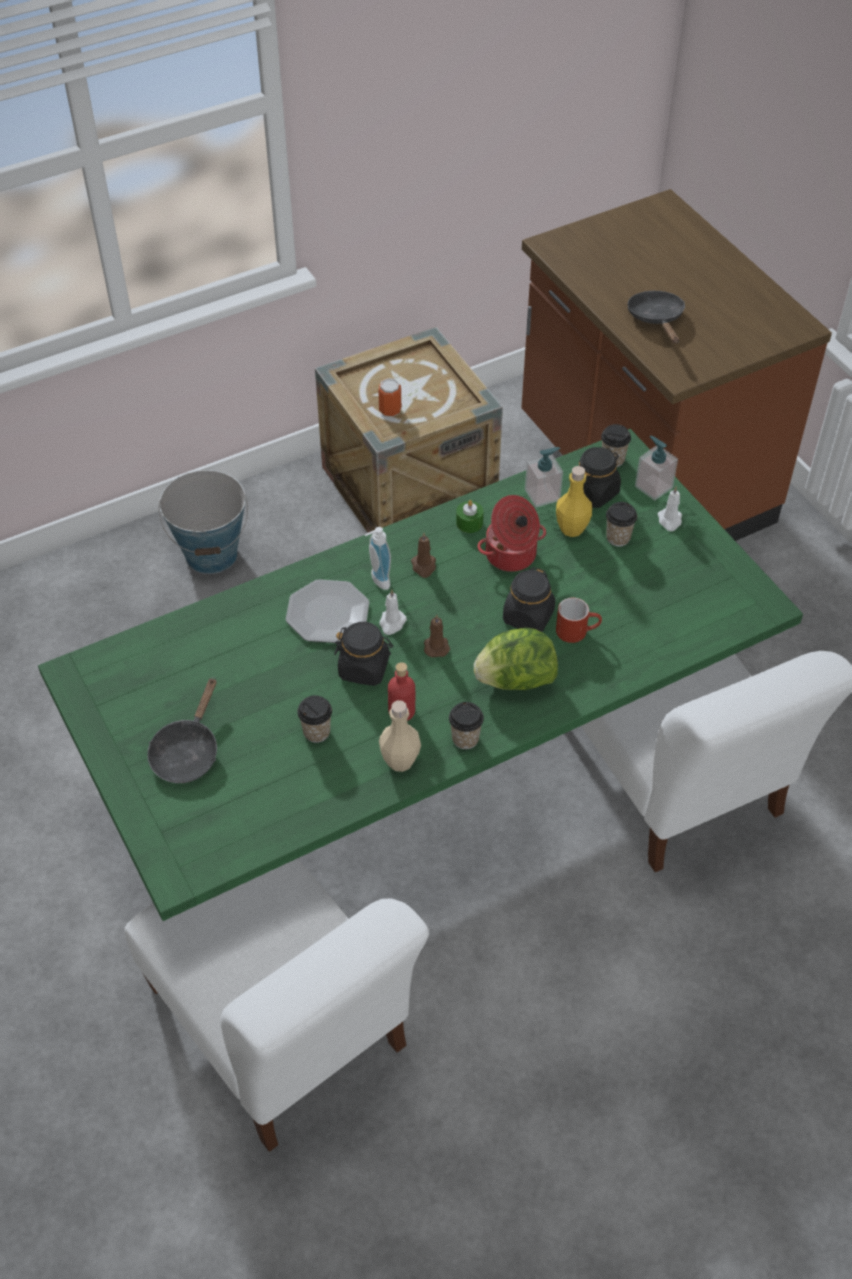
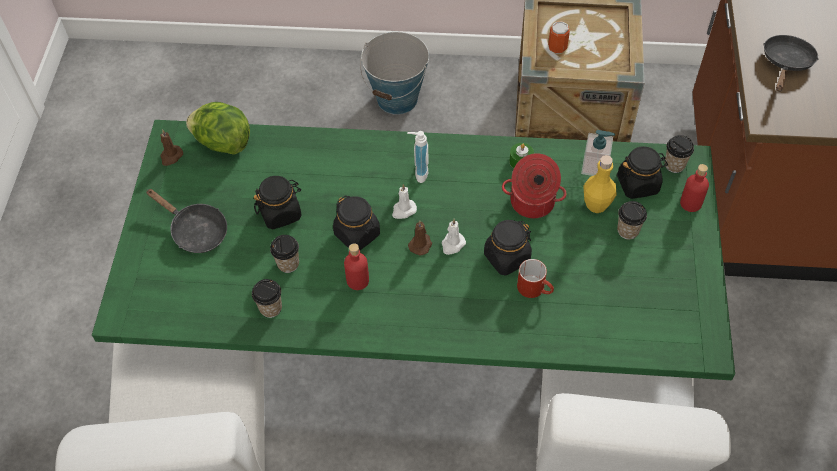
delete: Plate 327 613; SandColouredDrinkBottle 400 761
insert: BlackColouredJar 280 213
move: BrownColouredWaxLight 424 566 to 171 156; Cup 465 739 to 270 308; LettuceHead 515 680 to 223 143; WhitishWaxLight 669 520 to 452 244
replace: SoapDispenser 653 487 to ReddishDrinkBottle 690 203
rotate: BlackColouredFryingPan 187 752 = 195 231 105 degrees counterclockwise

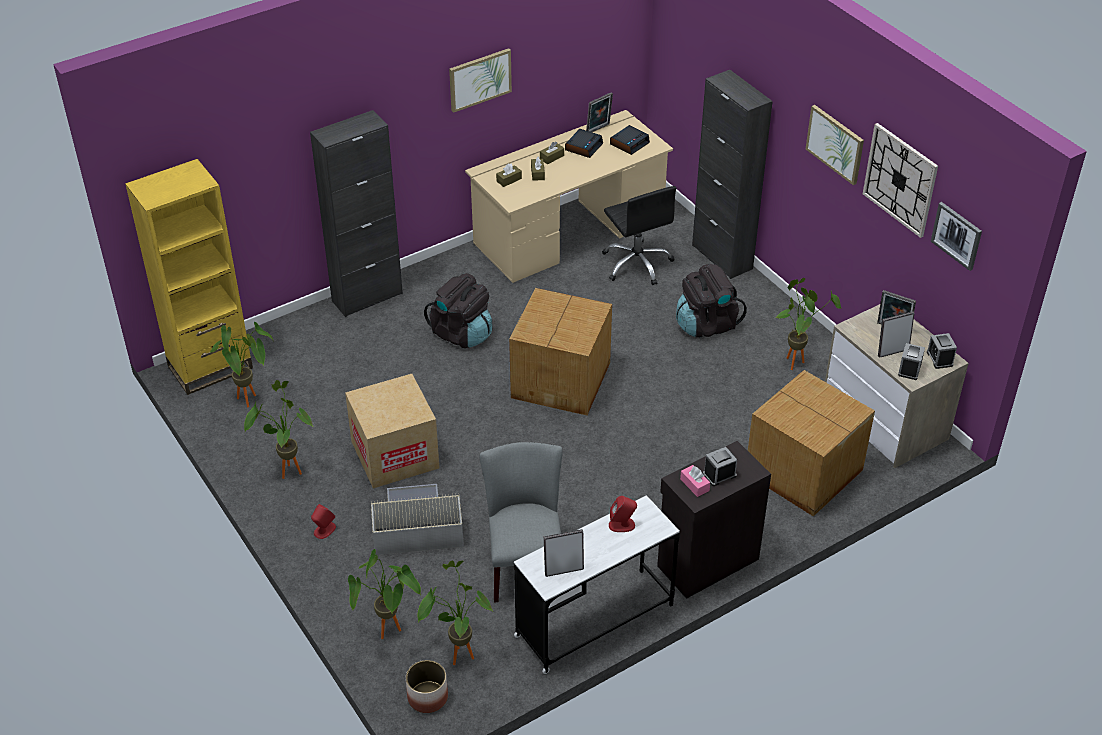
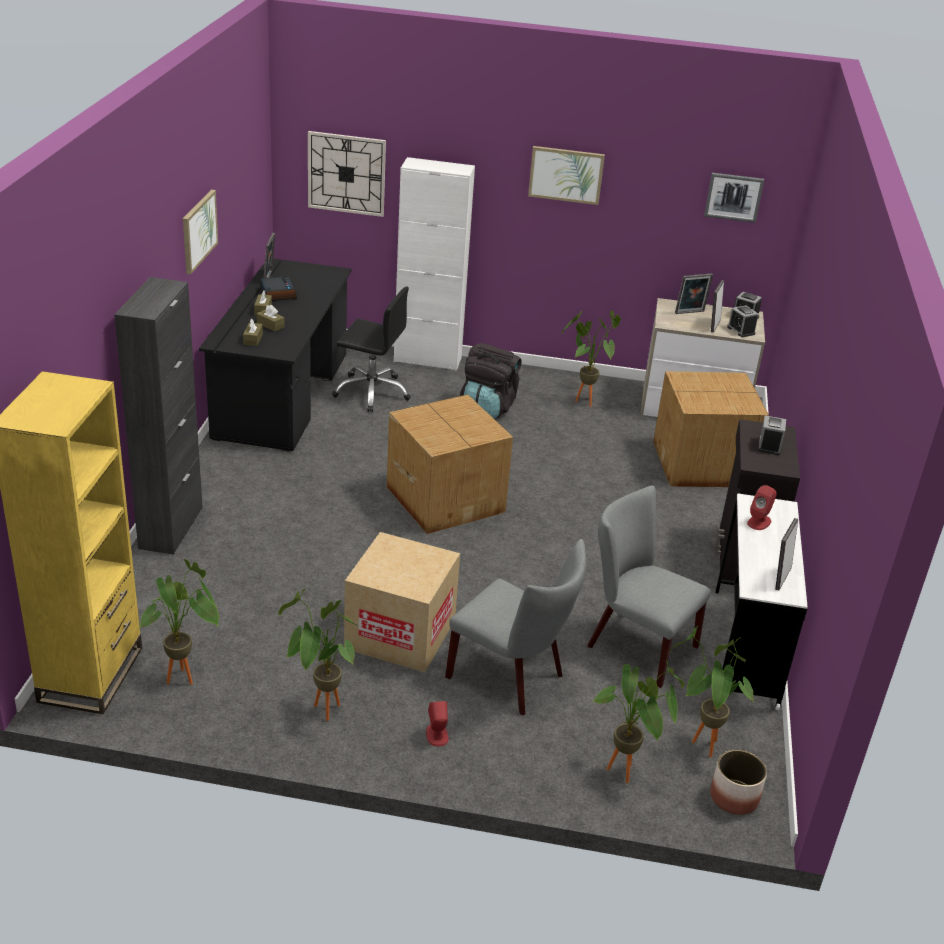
delete: BlackColouredBackpack 462 333; TableClock 629 143; PinkColouredBoxOfTissues 694 485
move: ClockOnTheWall 900 179 to 346 173
replace: GreyishStorageBox 415 529 to GreyishUprightChair 512 678
recolor: SandColouredDeskUnit 568 232 to BlackColouredDeskUnit 281 395; BlackColouredStorageCabinet 722 257 to WhitishStorageCabinet 427 359

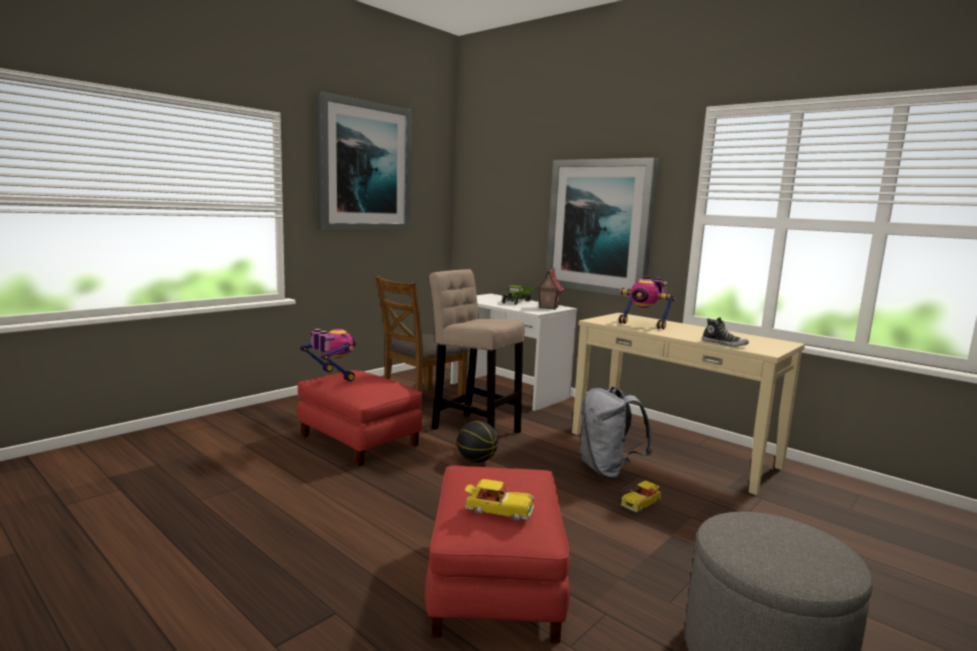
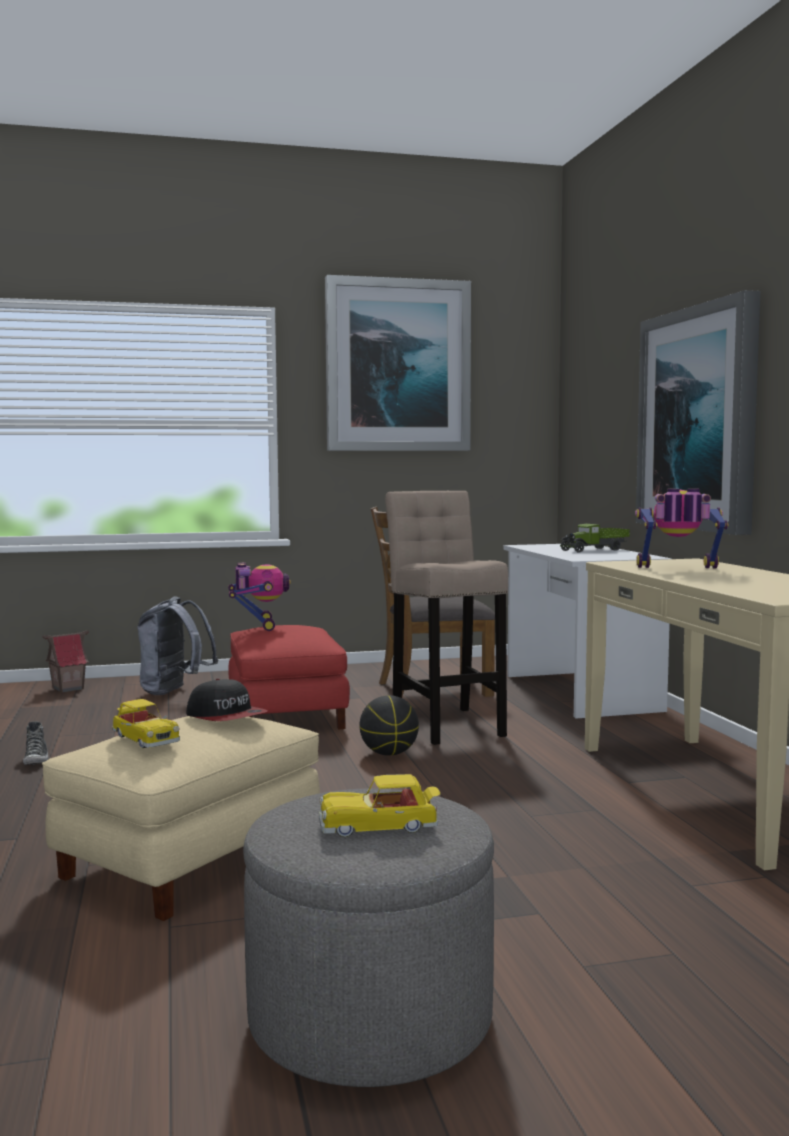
insert: BaseballCap 226 716
move: ToyHouse 548 307 to 68 688; GreyishBackpack 608 471 to 174 692; MiniatureCar 641 503 to 380 826; ItemOfFootwear 724 344 to 36 760
recolor: ReddishFootrest 494 585 to SandColouredFootrest 190 859
rotate: ModelRobot 644 325 = 678 569 120 degrees clockwise

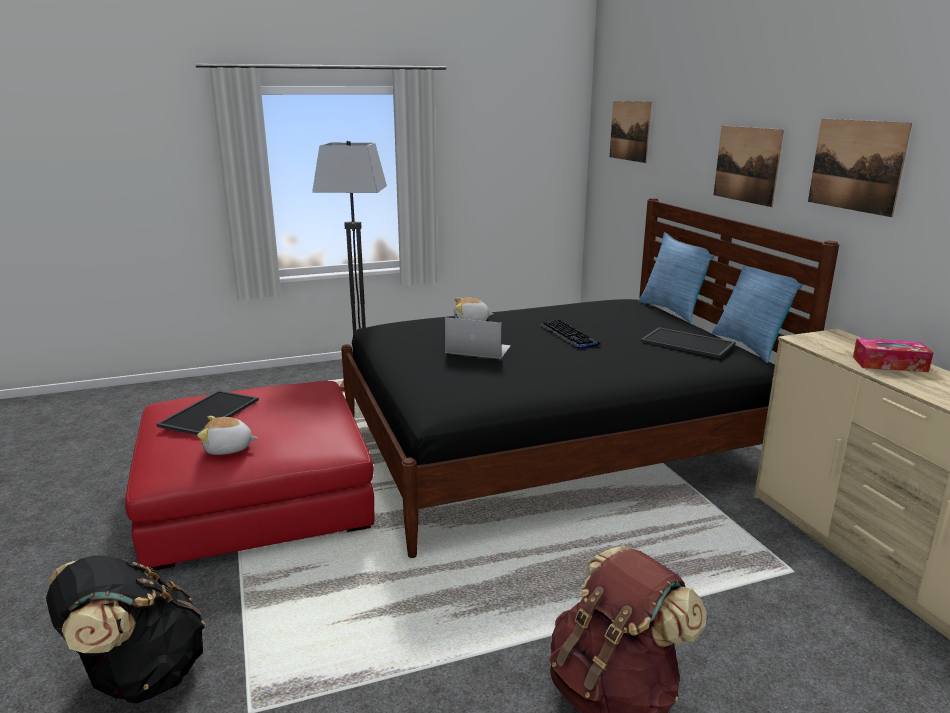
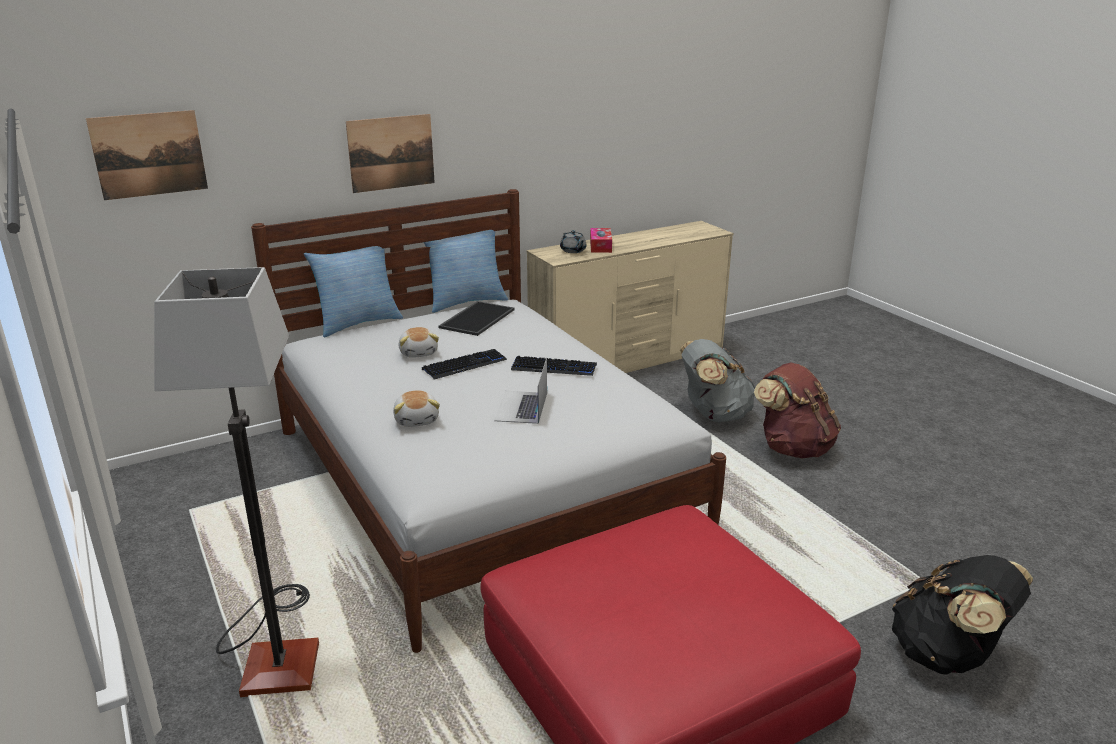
delete: Tray 210 413; Picture 856 165
insert: PcKeyboard 554 368; GreyishPotForTea 573 251; GreyishBackpack 714 414
move: SoftToy 228 449 to 419 352
recolor: BlackColouredBedroomBed 551 445 to WhitishBedroomBed 479 481

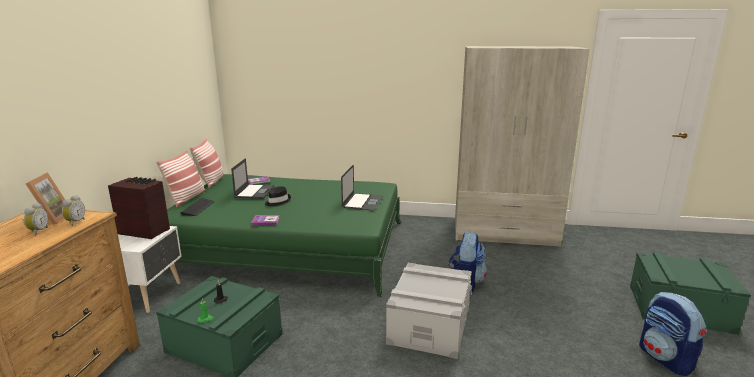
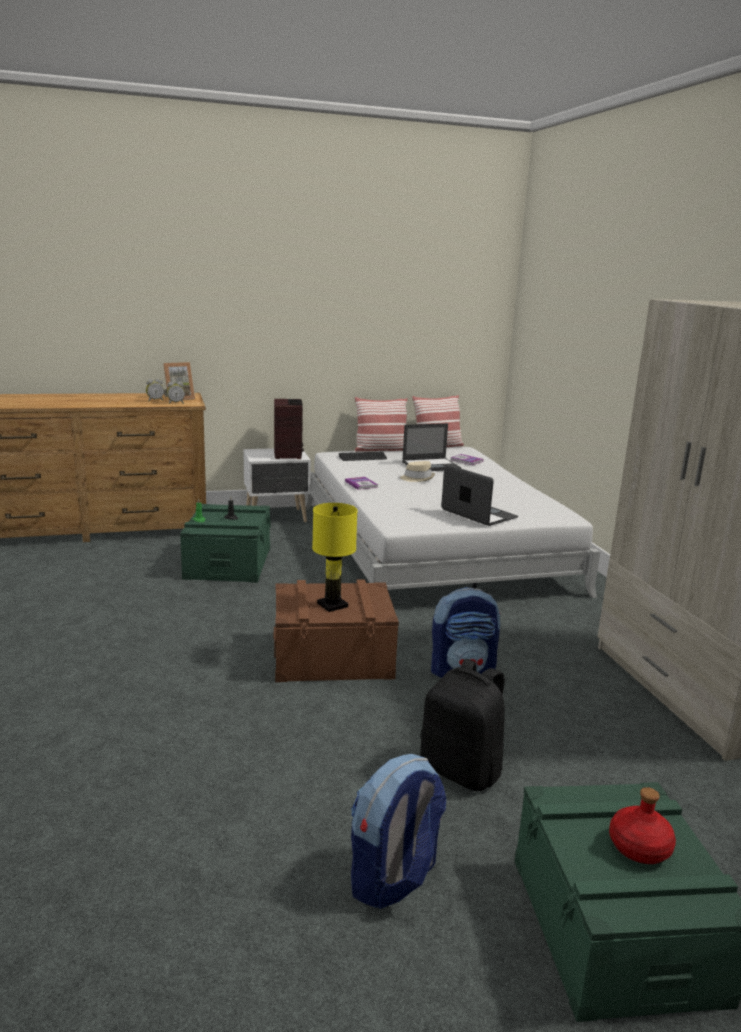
insert: YellowColouredTabletopLamp 332 605; BlackColouredBackpack 462 770; ReddishDrinkBottle 638 847
recolor: GreenBedroomBed 289 246 to WhitishBedroomBed 431 547; BlackColouredClothingHat 277 201 to SandColouredClothingHat 417 478; GreyishStorageBox 429 325 to BrownColouredStorageBox 332 656
rotate: PortableComputer 362 202 = 479 514 120 degrees counterclockwise

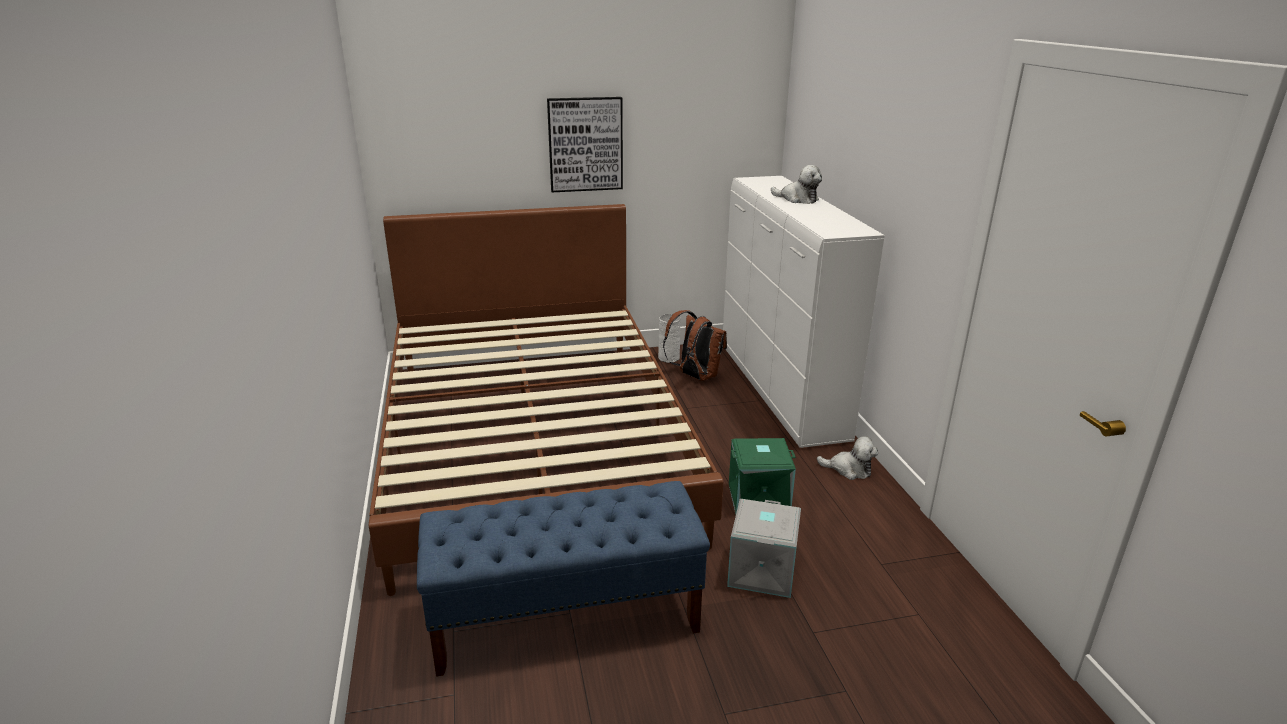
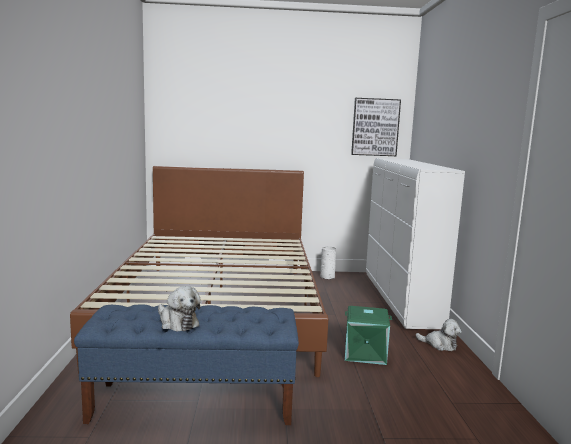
delete: BrownColouredBackpack 695 376; GreyishStorageBox 760 570
move: Picture 585 144 to 375 127; SoftToy 797 199 to 177 322

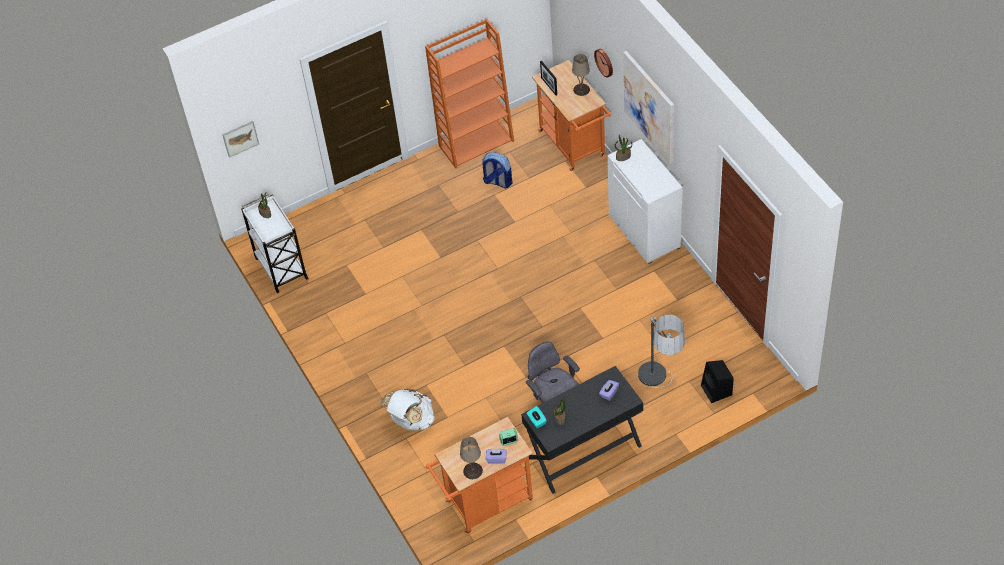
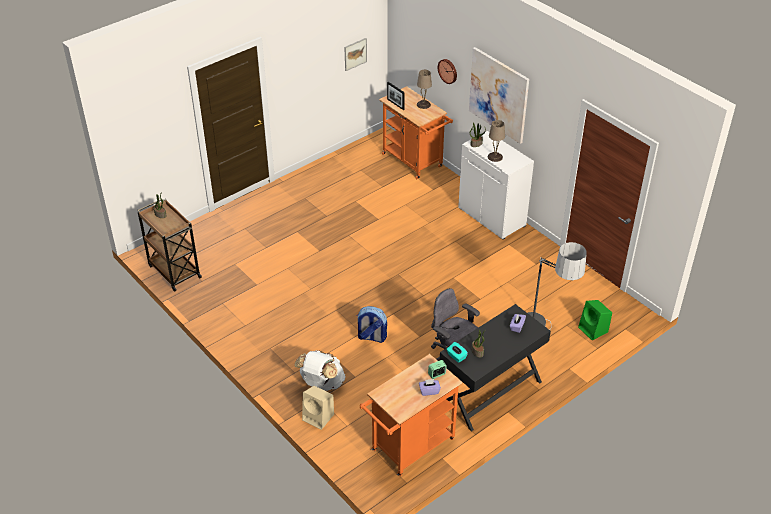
delete: OrangeBookcase 476 142
insert: SandColouredLoudspeaker 319 417
move: Picture 240 138 to 355 54; SandColouredTabletopLamp 473 470 to 495 157; Backpack 497 182 to 371 337
recolor: WhitishWheeledCart 280 267 to BrownColouredWheeledCart 174 271; BlackColouredLoudspeaker 717 390 to GreenLoudspeaker 593 330

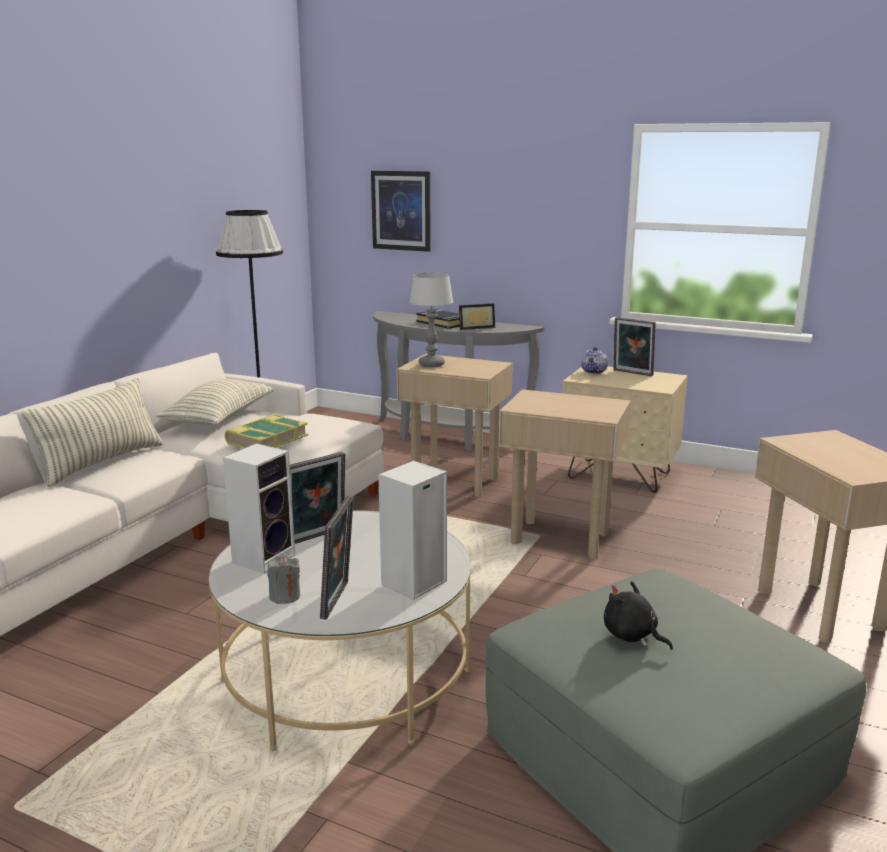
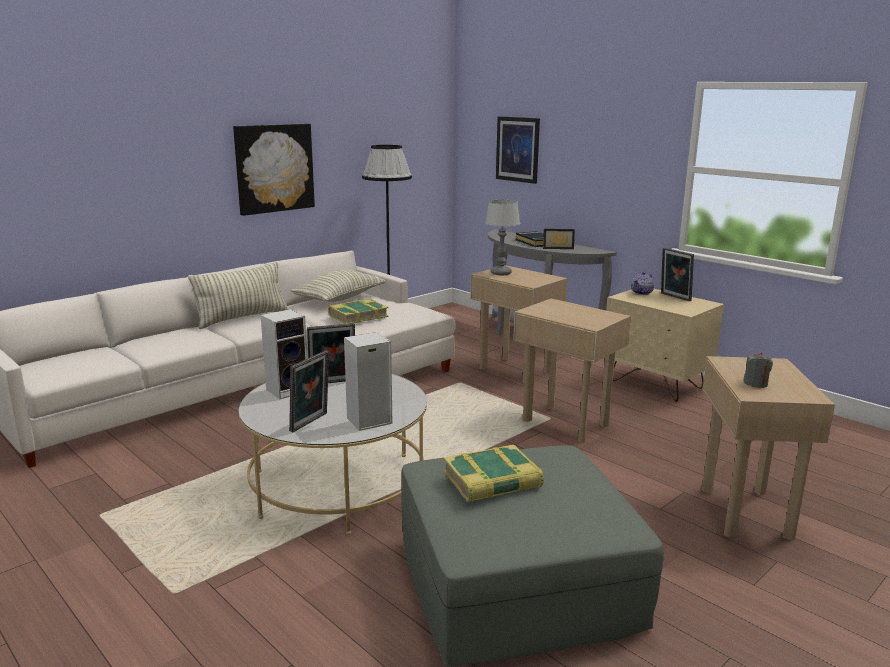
insert: Picture 274 168
move: GreyishWaxLight 285 596 to 755 383
replace: BlackColouredSoftToy 632 636 to Volume 492 481

